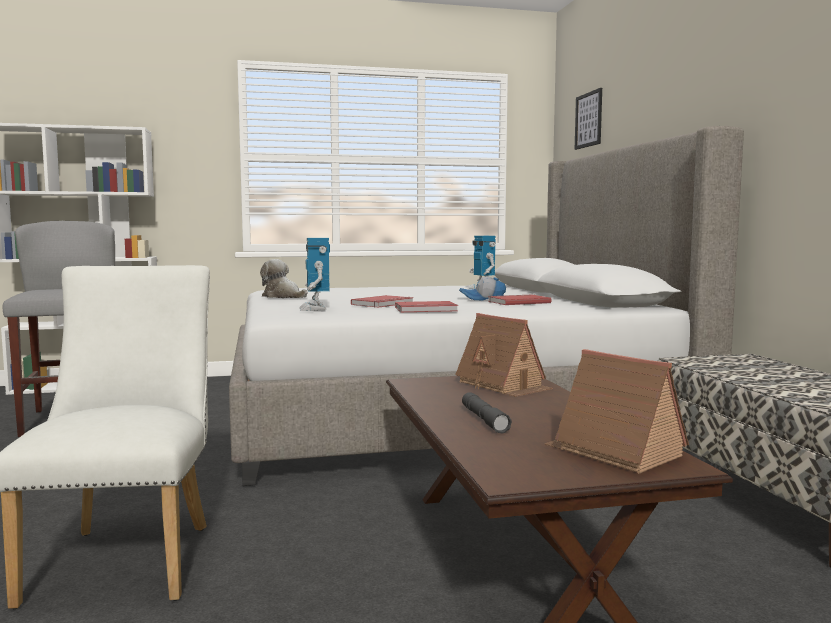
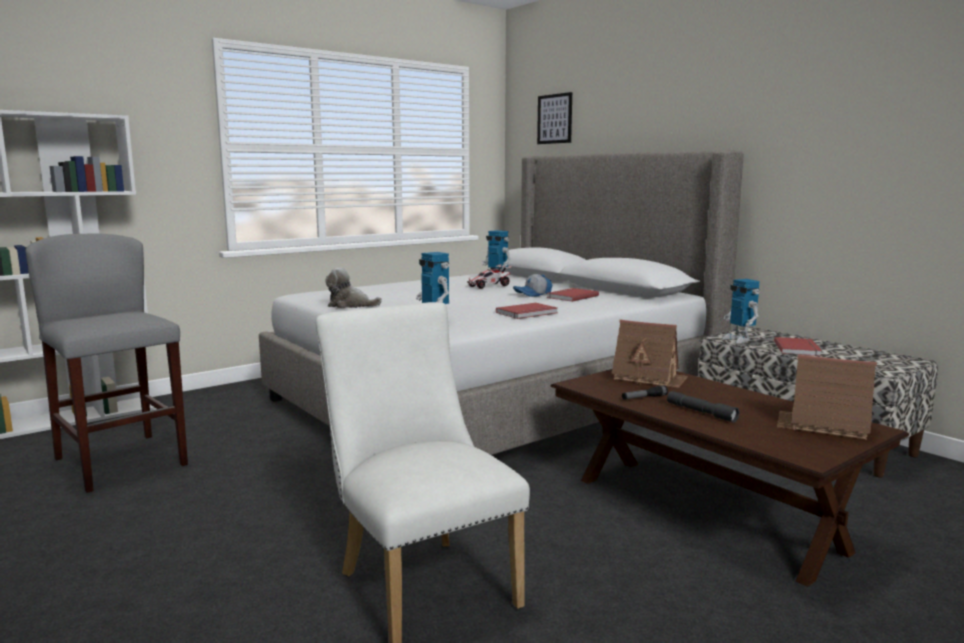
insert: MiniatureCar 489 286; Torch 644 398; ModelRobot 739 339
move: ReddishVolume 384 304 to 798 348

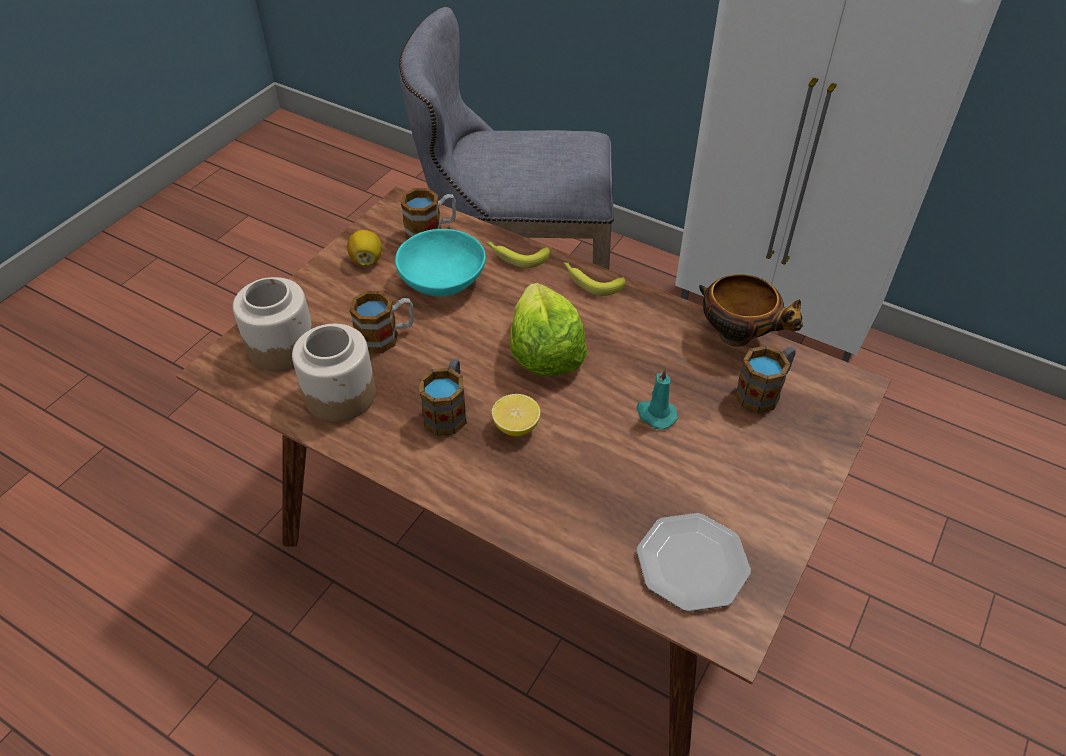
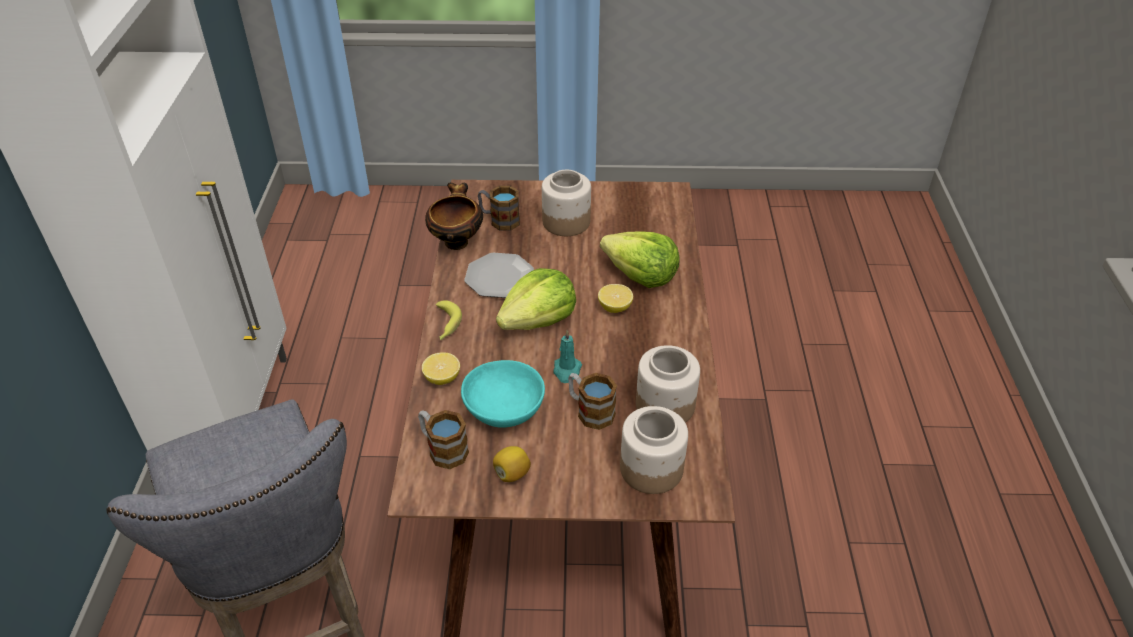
delete: CoffeeMug 448 410
insert: Jar 565 222; LettuceHead 640 275
move: TurquoiseWaxLight 655 414 to 567 371; Plate 692 562 to 499 278
replace: Banana 516 256 to Lemon 442 378

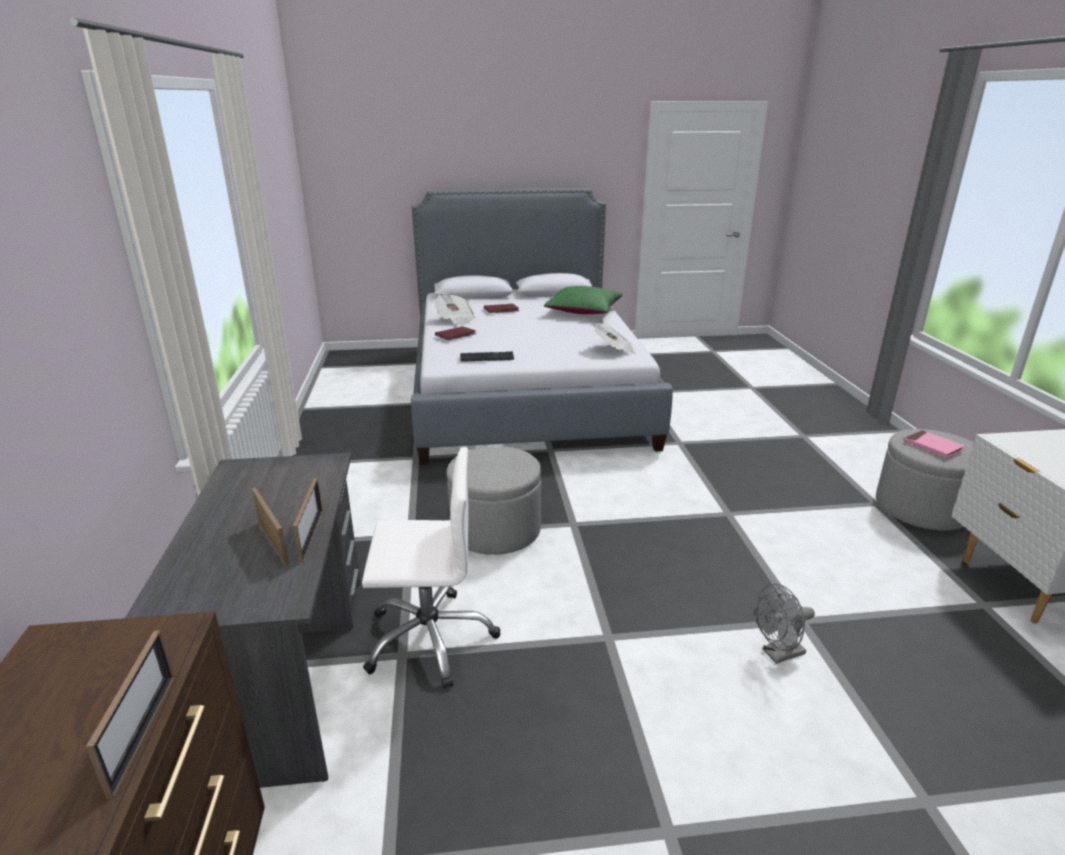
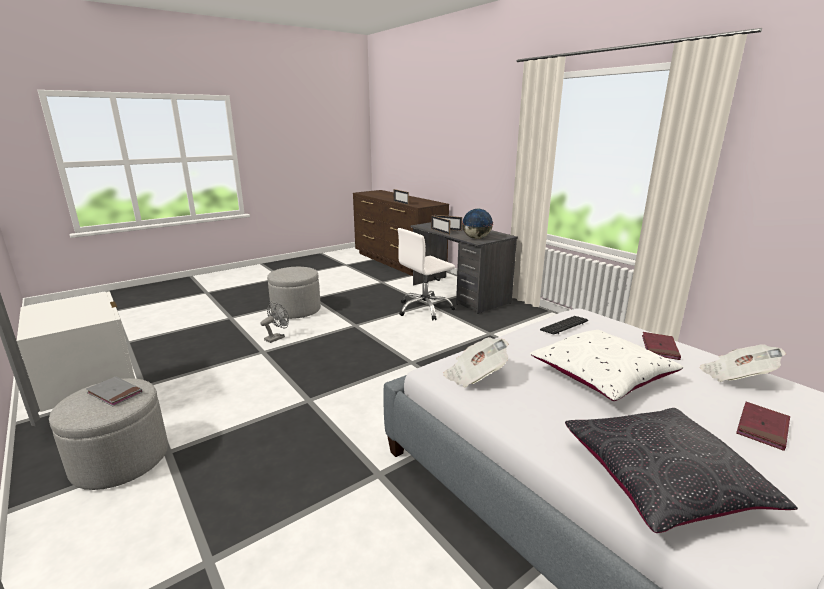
insert: Globe 476 238; WhitishThrowPillow 601 377
move: GreyishFootrest 495 530 to 296 310
recolor: GreenThrowPillow 584 311 to BlackColouredThrowPillow 661 481; PinkColouredVolume 932 446 to GreyishVolume 115 393

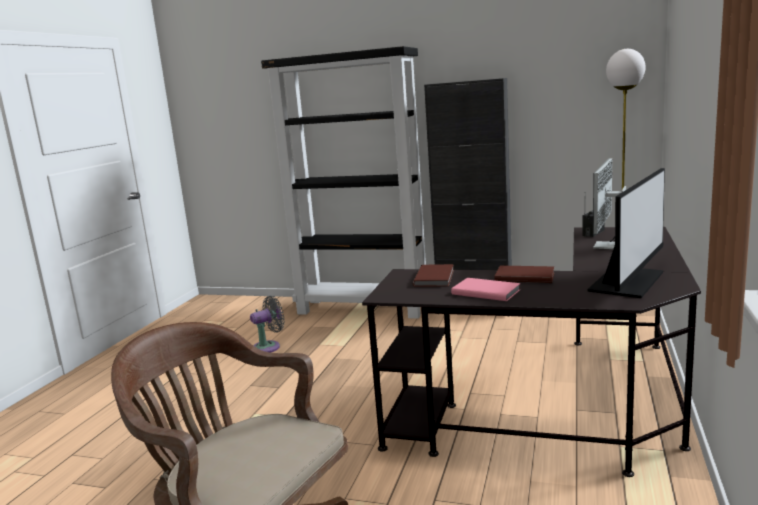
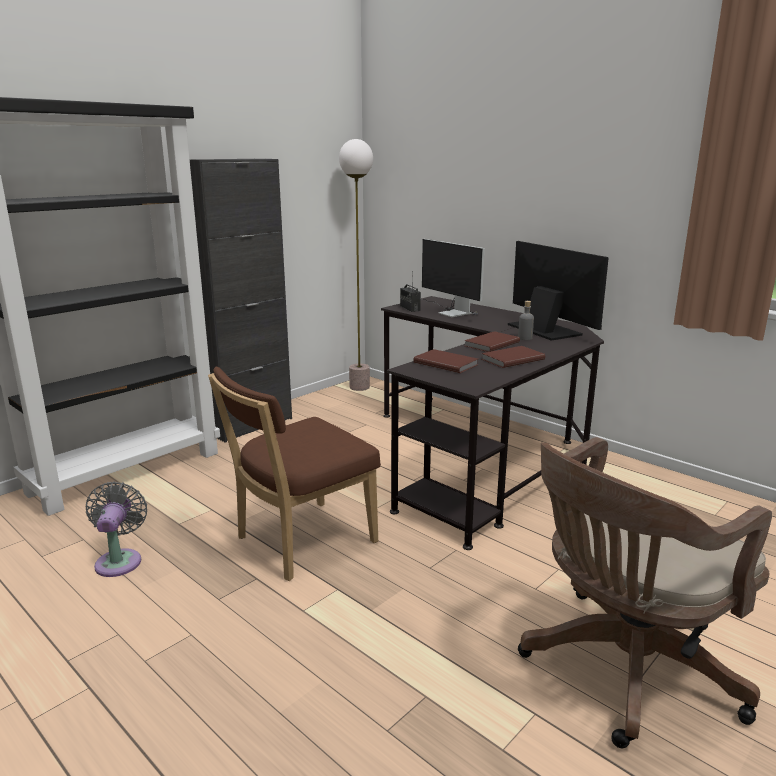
insert: BrownColouredUprightChair 300 542; GreyishDrinkBottle 525 338
recolor: PinkColouredVolume 485 291 to BrownColouredVolume 511 359

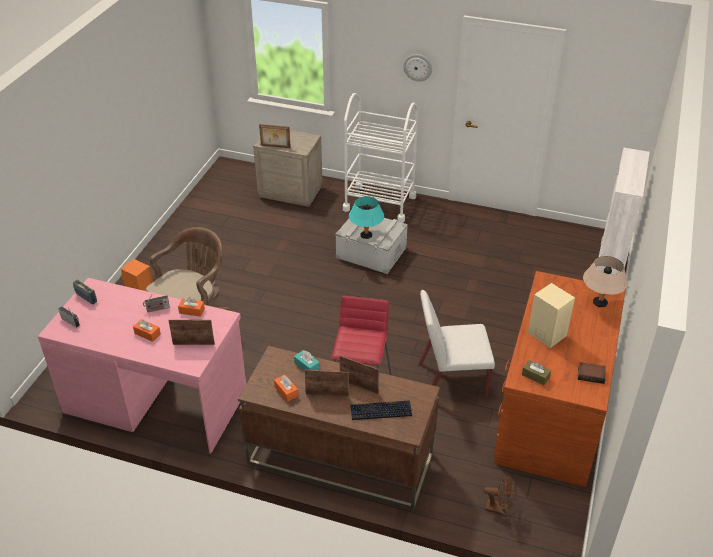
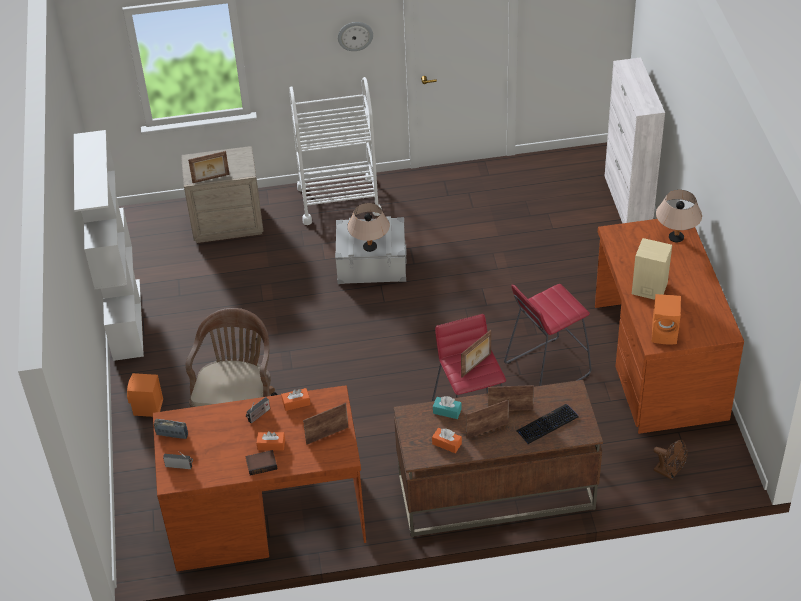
insert: WhitishBookcase 126 319; PictureFrame 476 365
move: Volume 591 374 to 262 464
replace: WhitishUprightChair 451 379 to ReddishSittingStool 546 369; BrownColouredBoxOfTissues 535 376 to OrangeLoudspeaker 665 333
recolor: PinkColouredDeskUnit 156 400 to BrownColouredDeskUnit 266 515; TurquoiseTabletopLamp 366 235 to SandColouredTabletopLamp 370 247
rotate: BrownColouredElectricFan 500 509 = 669 473 45 degrees clockwise

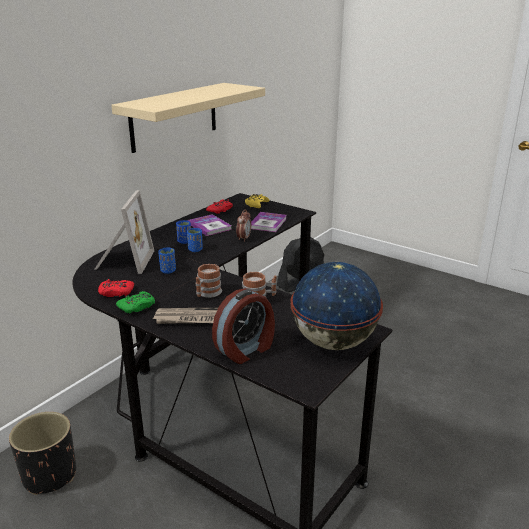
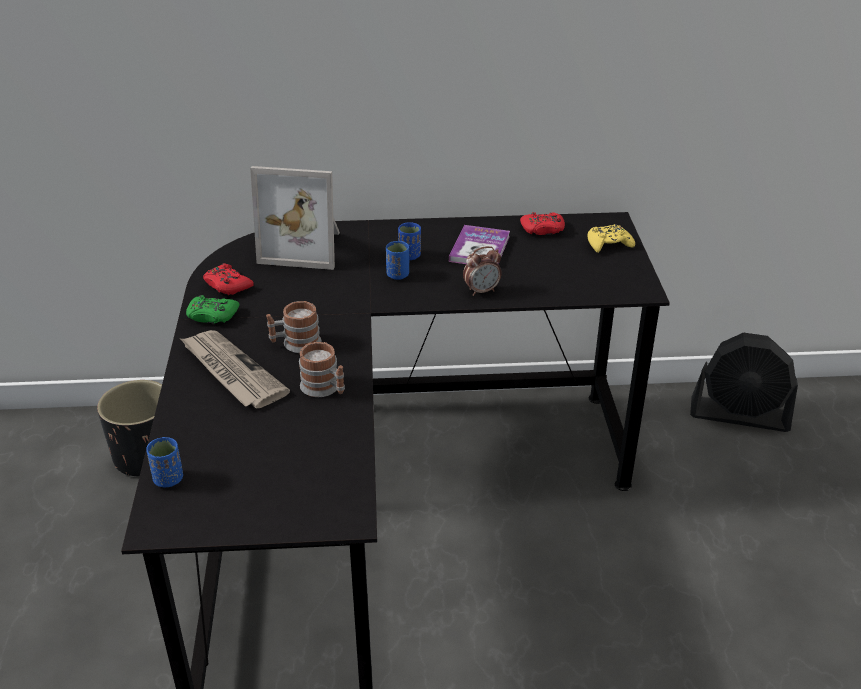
delete: SandColouredShelf 174 116; TableClock 246 349; Volume 267 223; Globe 333 342
move: BluishCup 168 271 to 168 479
rotate: PictureFrame 123 261 = 304 247 45 degrees clockwise

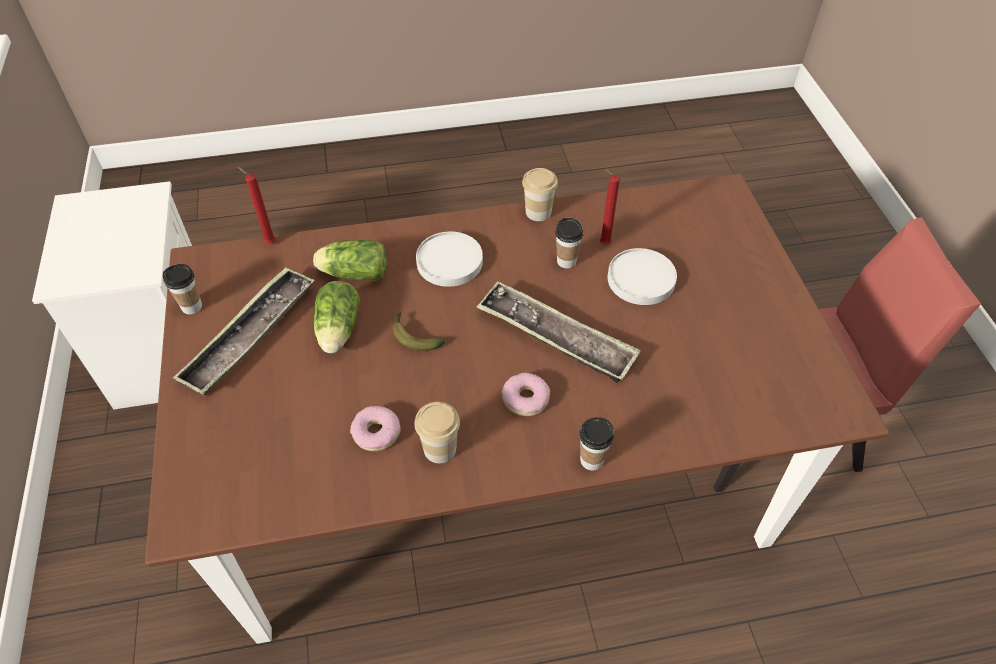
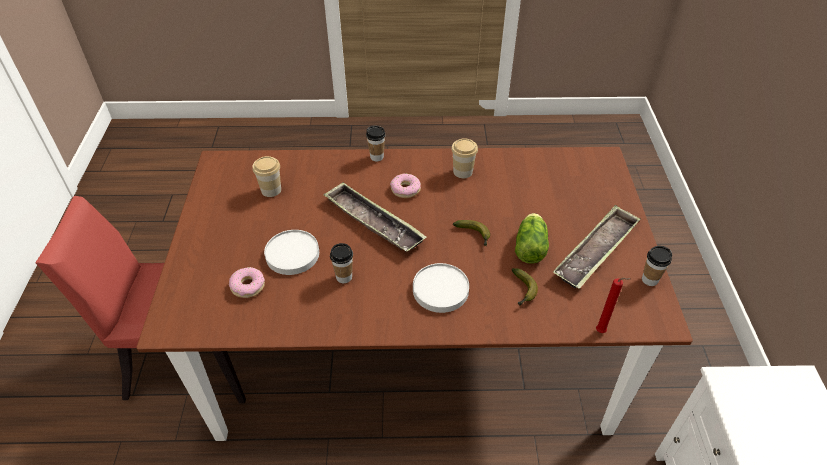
delete: ReddishWaxLight 603 243
move: Donut 376 432 to 247 286; Cup 538 212 to 271 190
replace: LettuceHead 352 273 to Banana 522 291

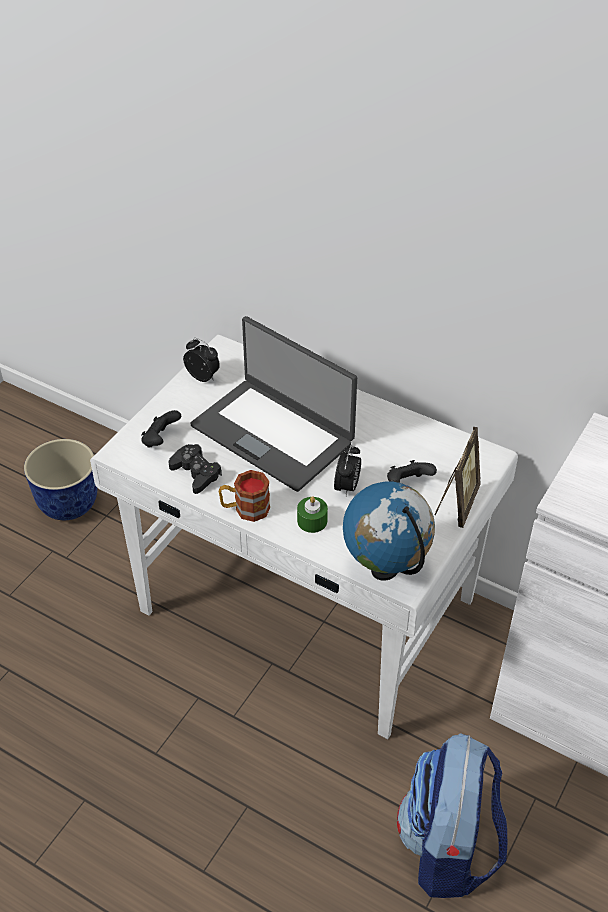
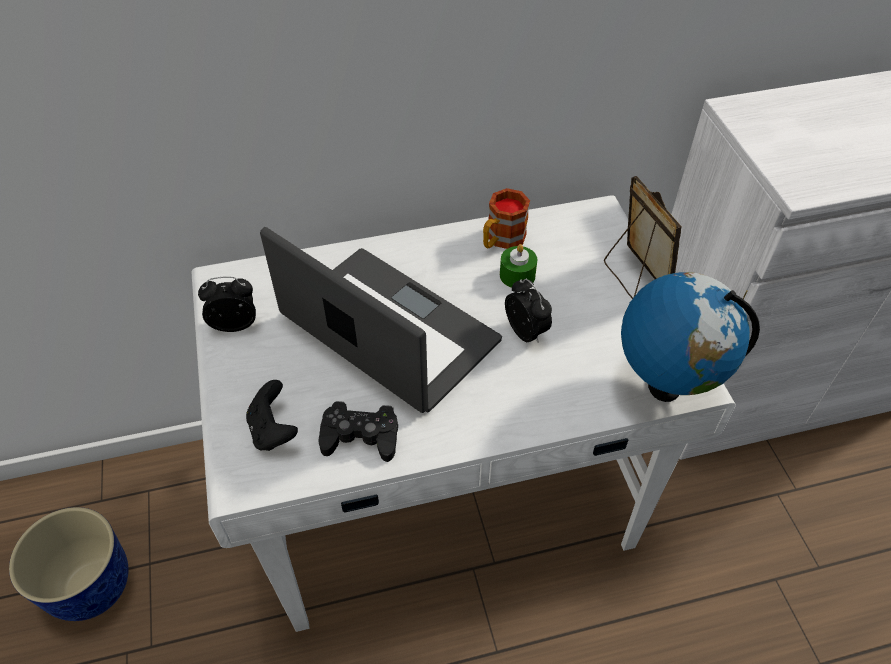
delete: BlackColouredJoypad 408 483; Backpack 448 848
move: CoffeeMug 245 509 to 501 240; GreenWaxLight 312 521 to 517 275
rotate: PortableComputer 273 433 = 387 331 135 degrees counterclockwise

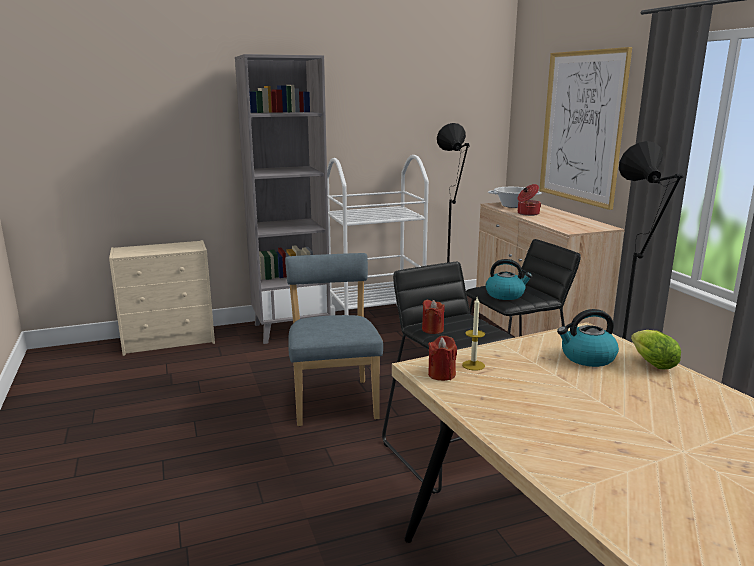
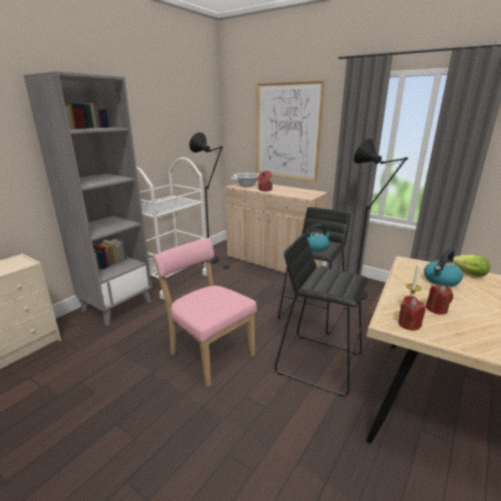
move: ReddishWaxLight 432 329 to 436 309
recolor: BluishUprightChair 334 400 to PinkColouredUprightChair 209 353

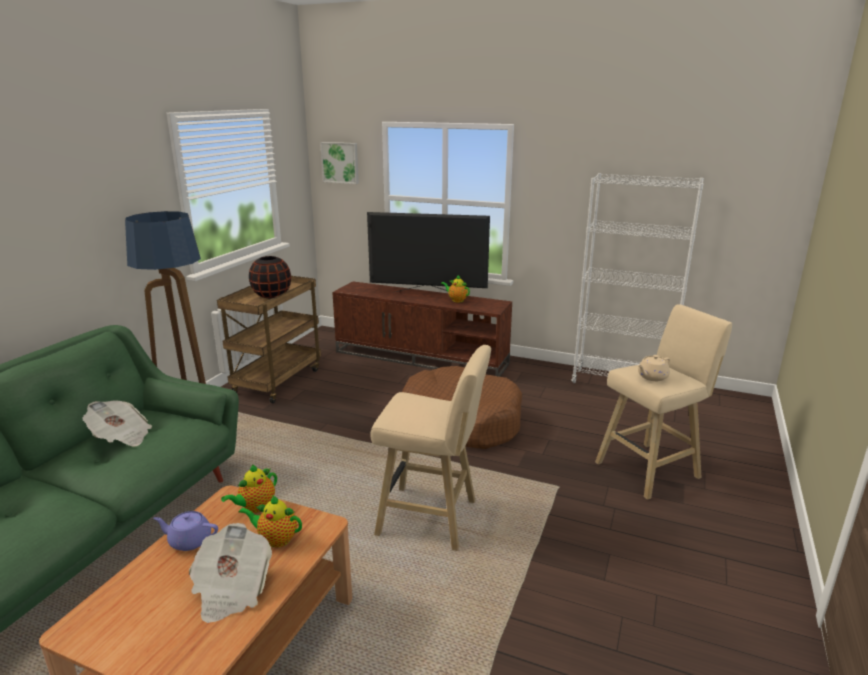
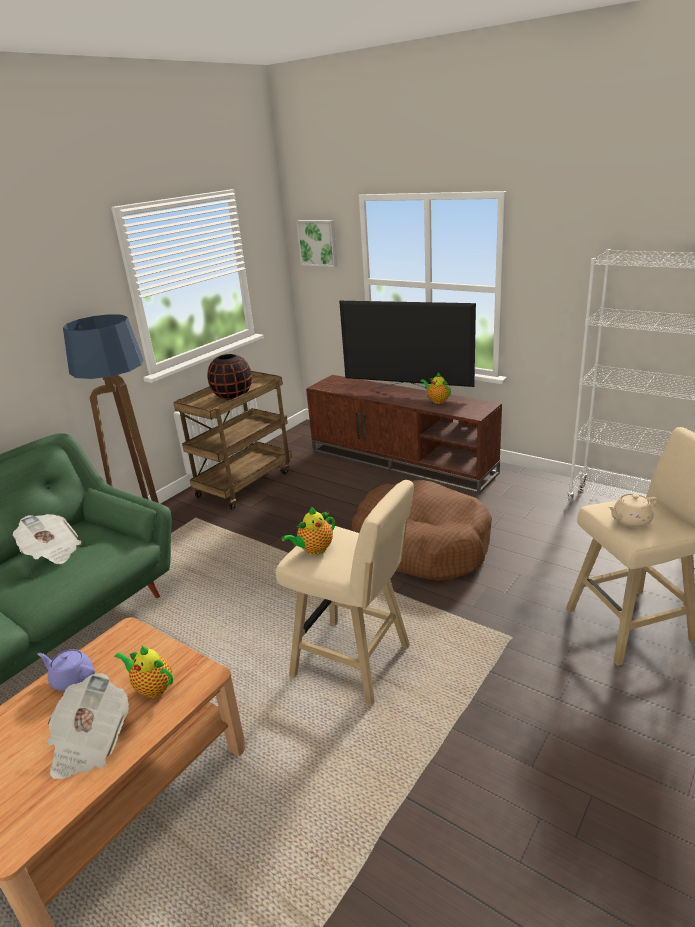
move: PotForTea 255 507 to 314 550

